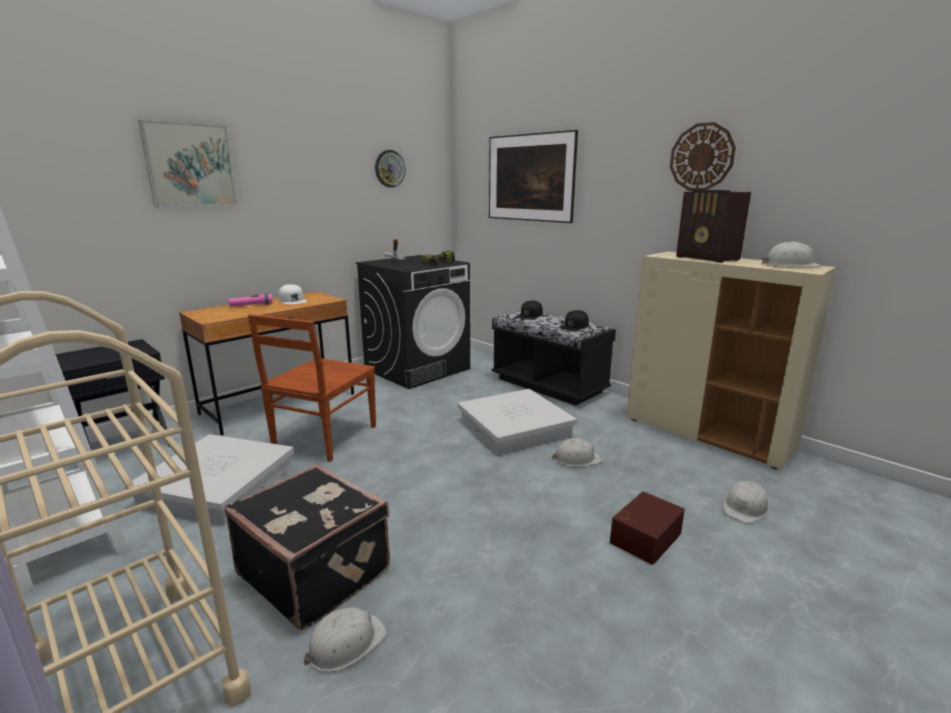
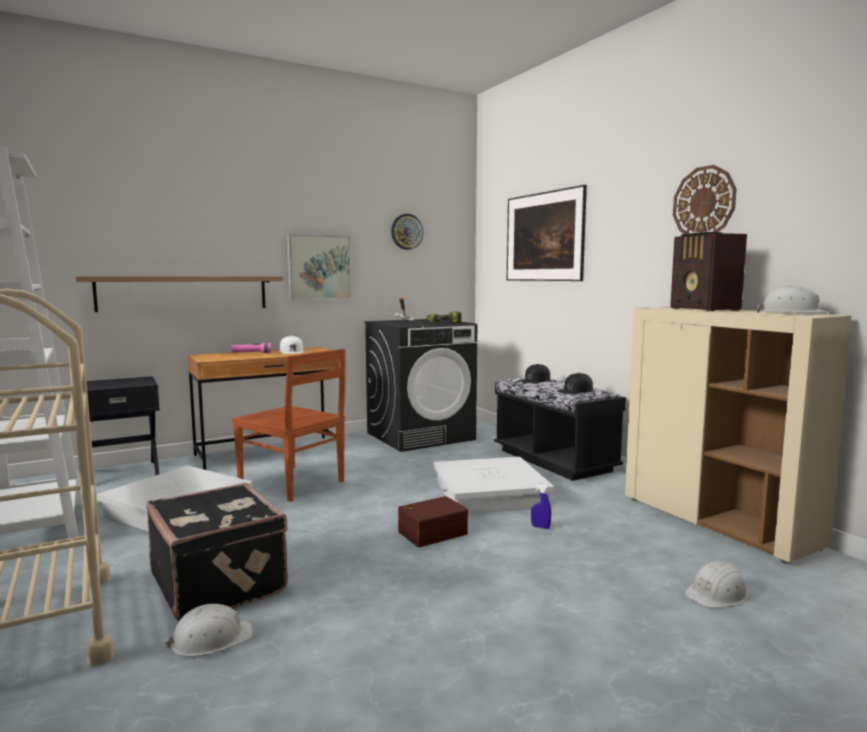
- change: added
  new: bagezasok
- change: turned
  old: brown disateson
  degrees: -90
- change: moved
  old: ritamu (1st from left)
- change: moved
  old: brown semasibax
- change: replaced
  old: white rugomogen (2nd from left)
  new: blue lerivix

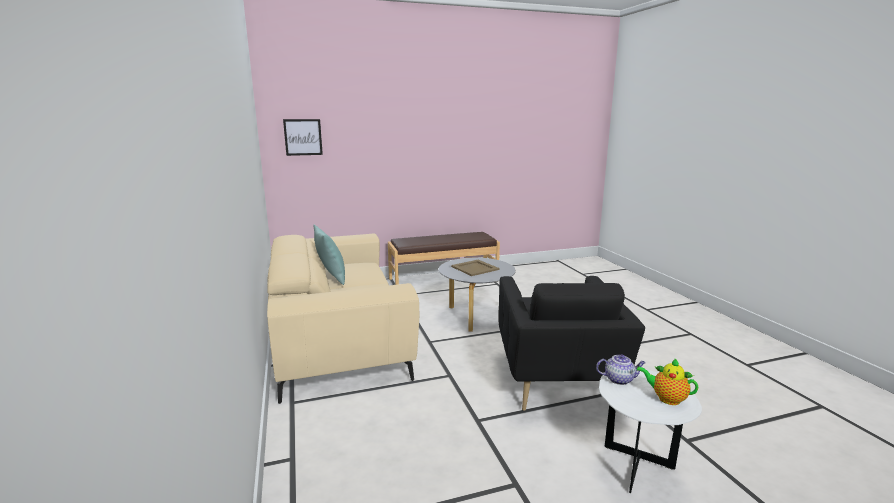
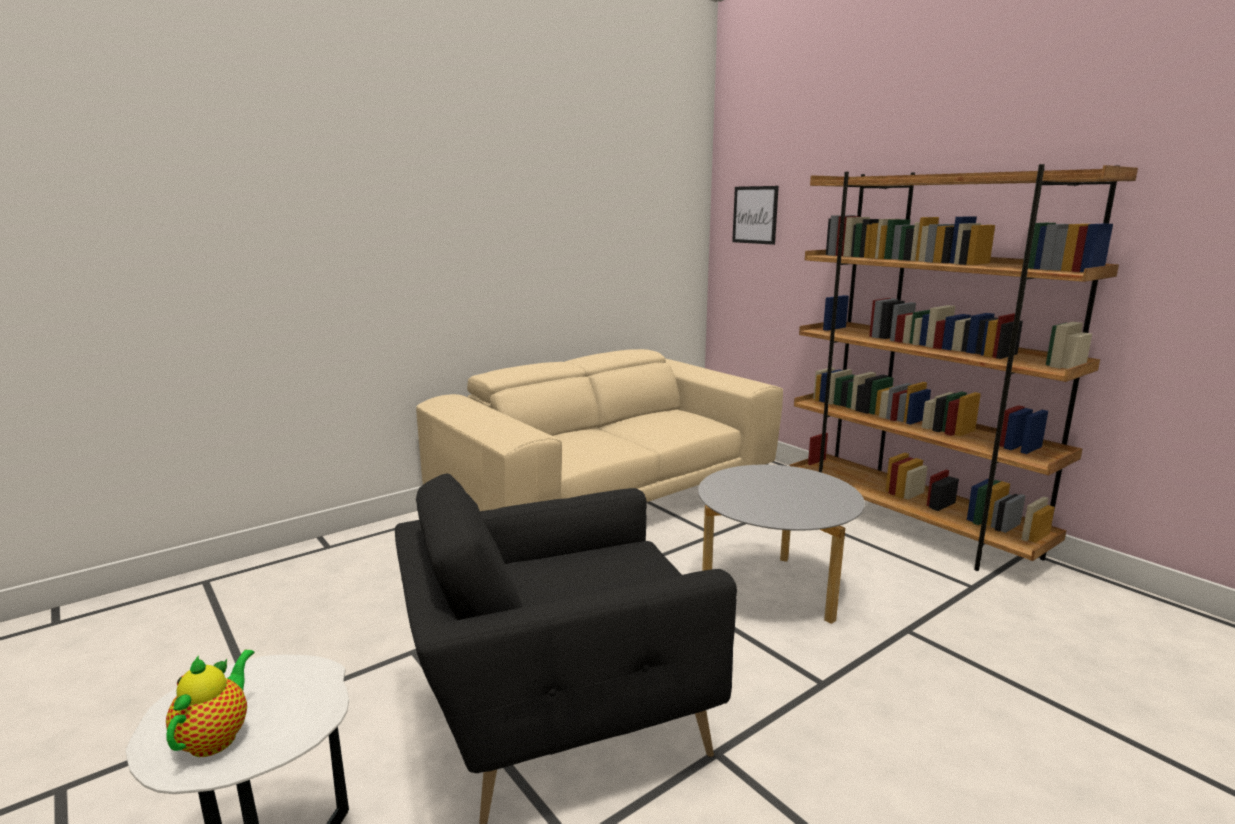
- change: replaced
  old: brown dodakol
  new: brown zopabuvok
- change: removed
  old: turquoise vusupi
- change: removed
  old: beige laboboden
- change: removed
  old: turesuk (1st from left)

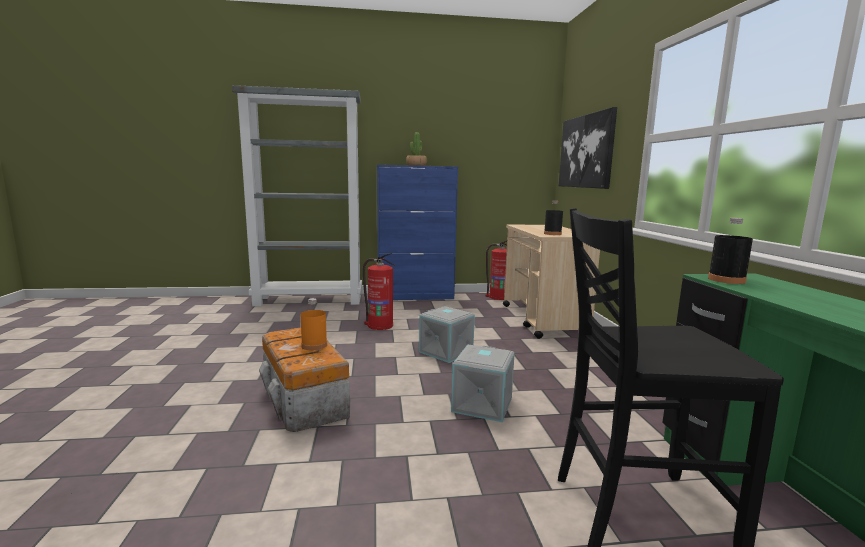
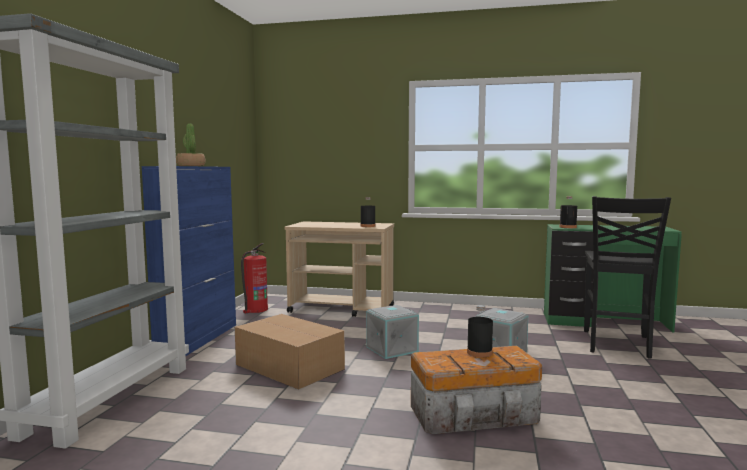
- change: replaced
  old: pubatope (1st from left)
  new: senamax
- change: recoloured
  old: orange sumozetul
  new: black sumozetul (2nd from left)
- change: removed
  old: ritamu

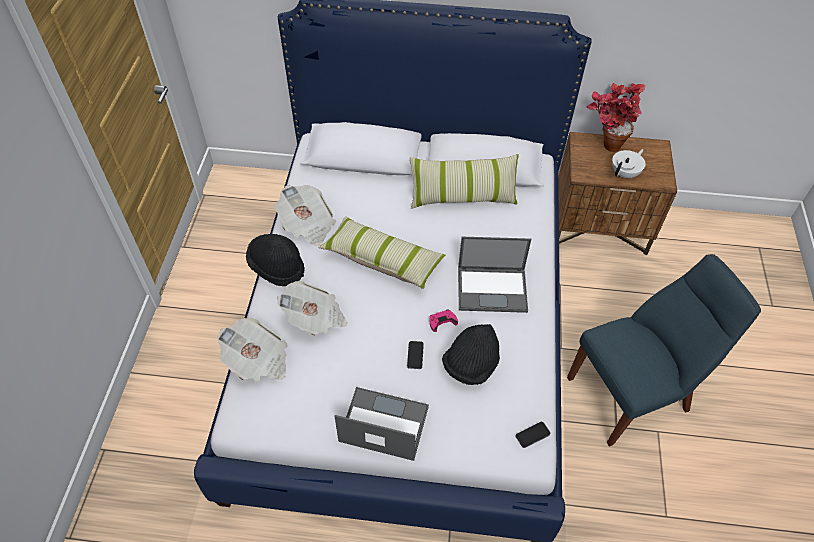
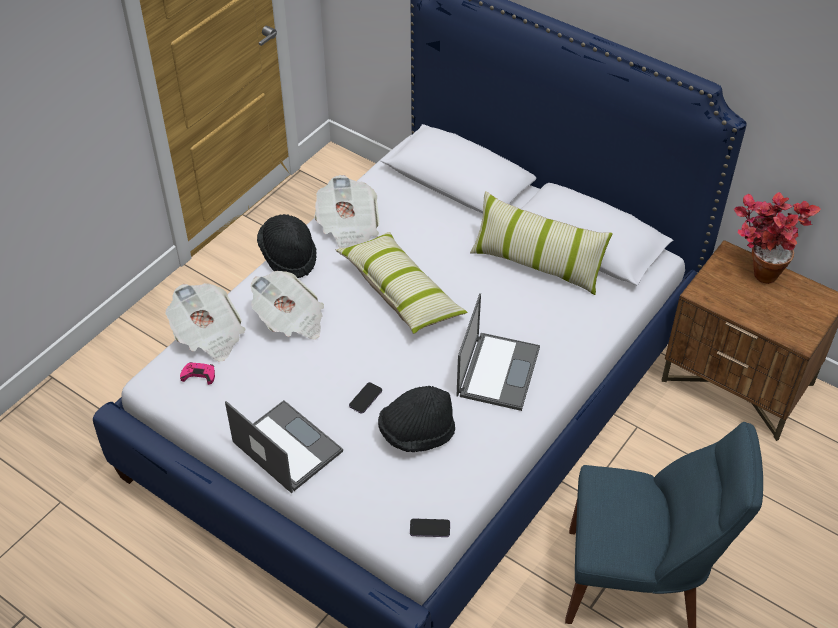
- change: moved
  old: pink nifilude
- change: turned
  old: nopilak (2nd from left)
  degrees: -105
- change: removed
  old: white turesuk

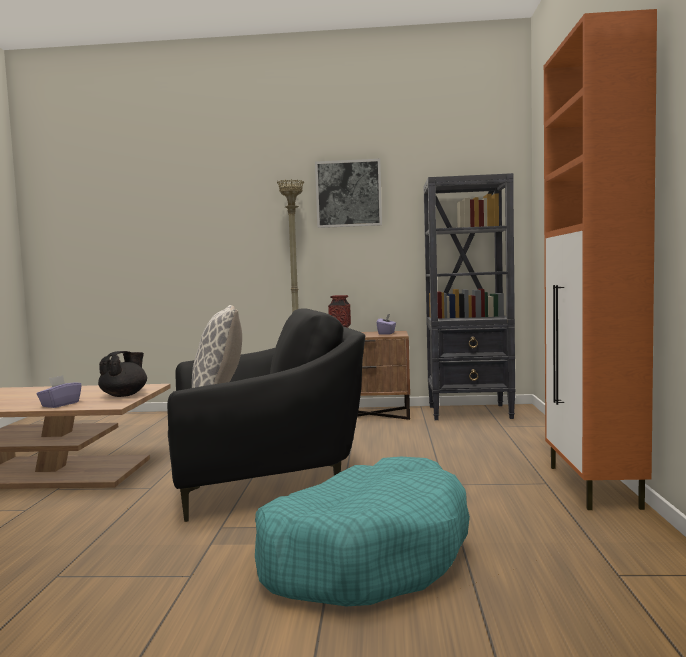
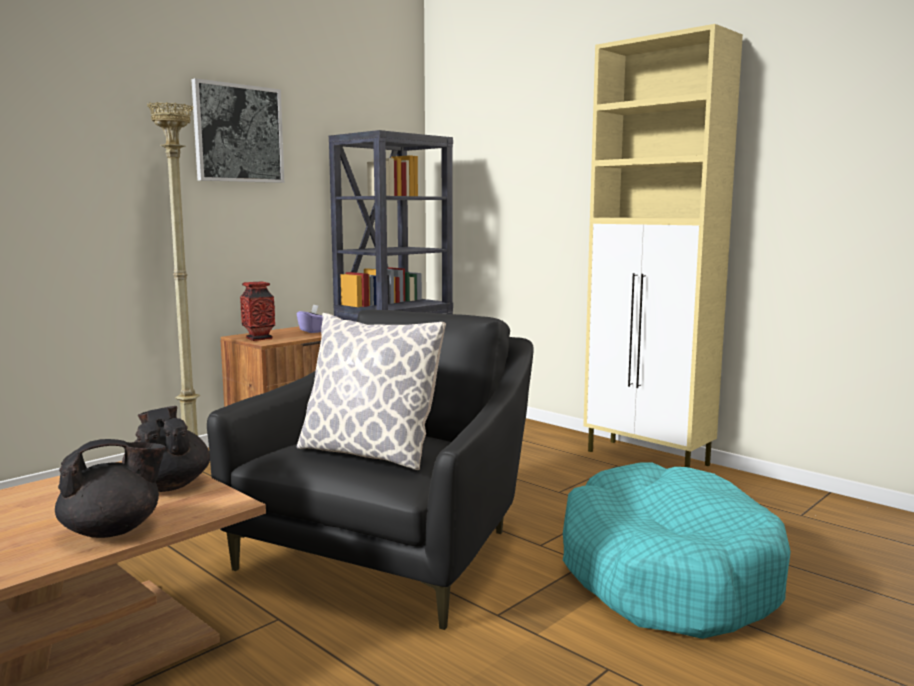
- change: replaced
  old: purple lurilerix (1st from left)
  new: black turesuk (1st from left)
- change: recoloured
  old: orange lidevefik
  new: beige lidevefik

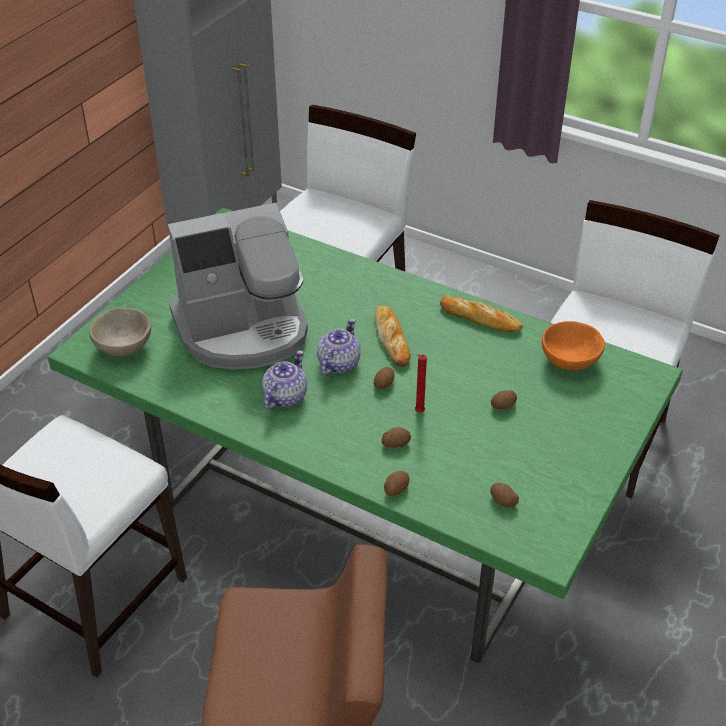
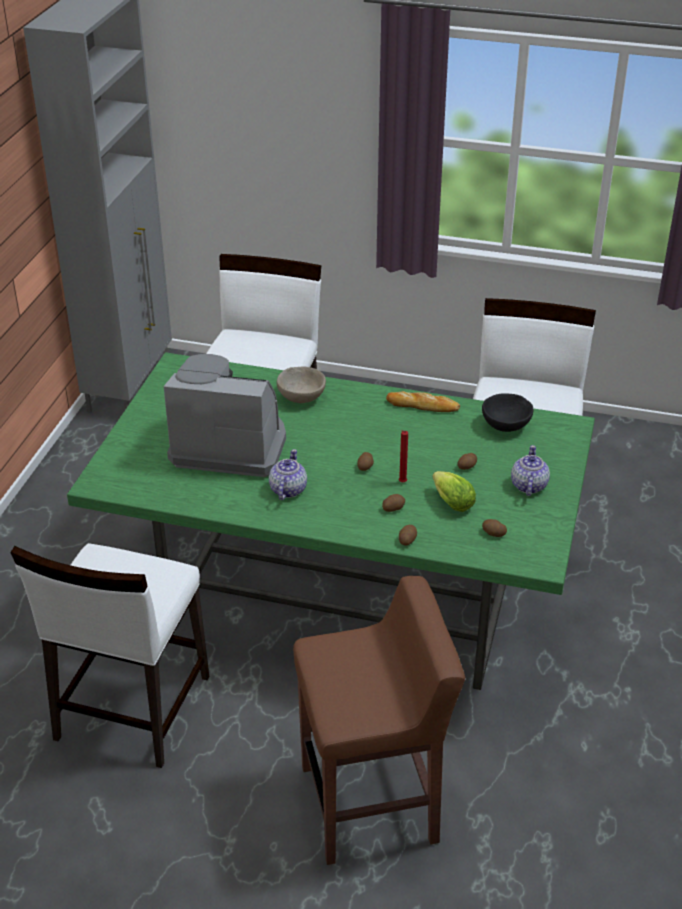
- change: turned
  old: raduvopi
  degrees: -135
- change: moved
  old: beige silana
- change: added
  new: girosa
- change: recoloured
  old: orange silana
  new: black silana
- change: moved
  old: turesuk (2nd from left)
- change: removed
  old: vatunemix (1st from left)

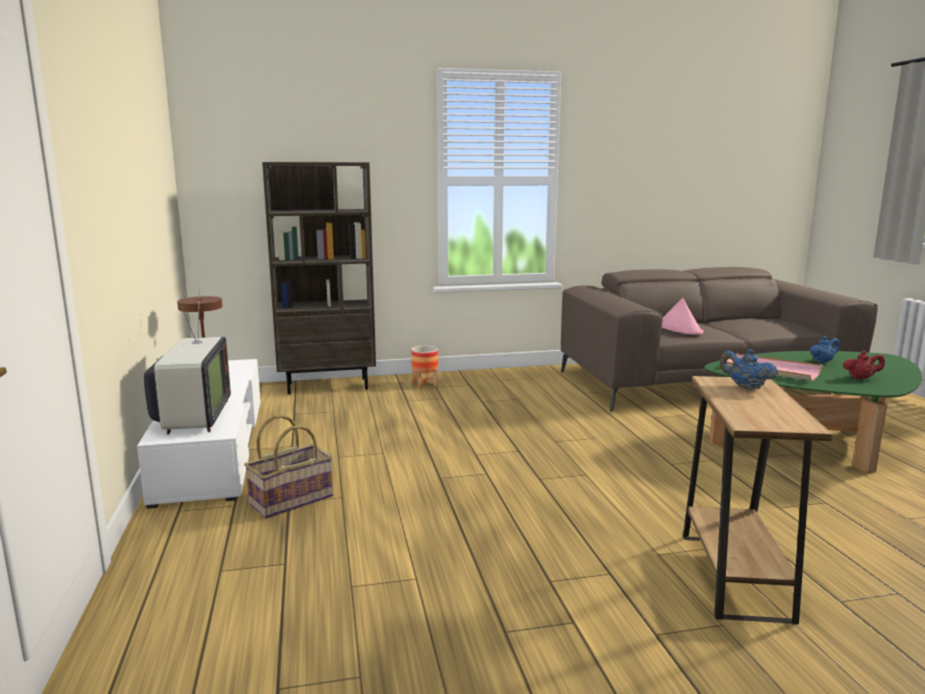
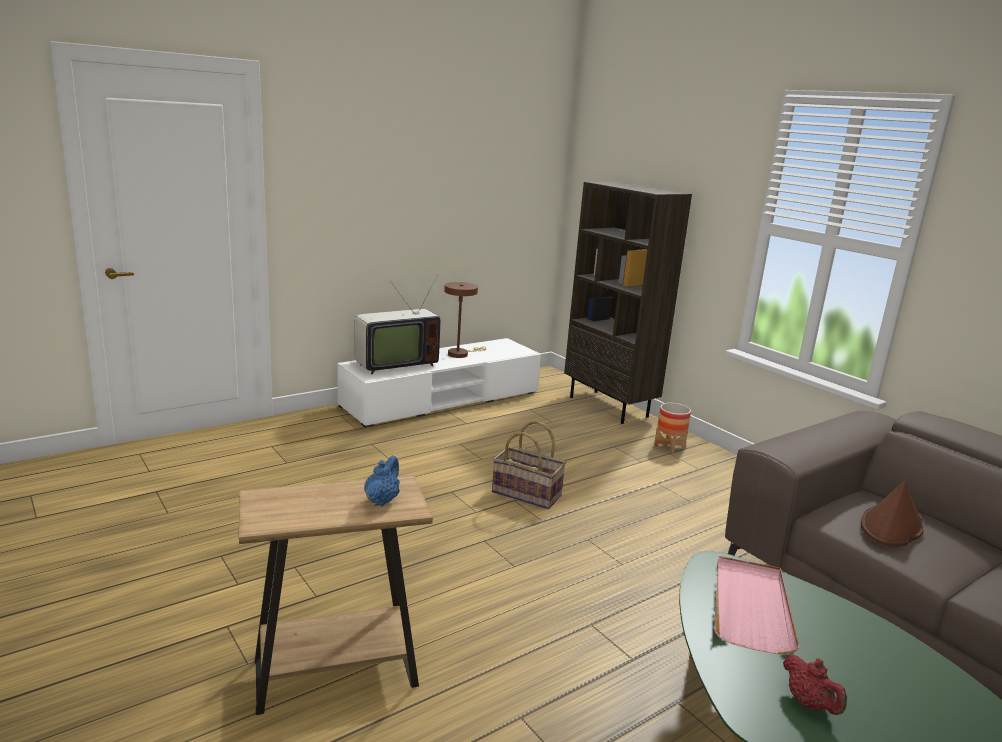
- change: moved
  old: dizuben
- change: recoloured
  old: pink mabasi
  new: brown mabasi
- change: removed
  old: blue turesuk (2nd from left)

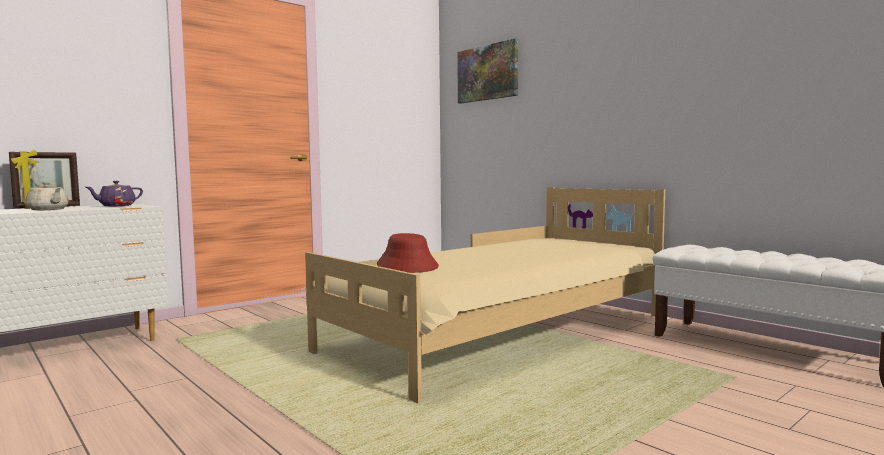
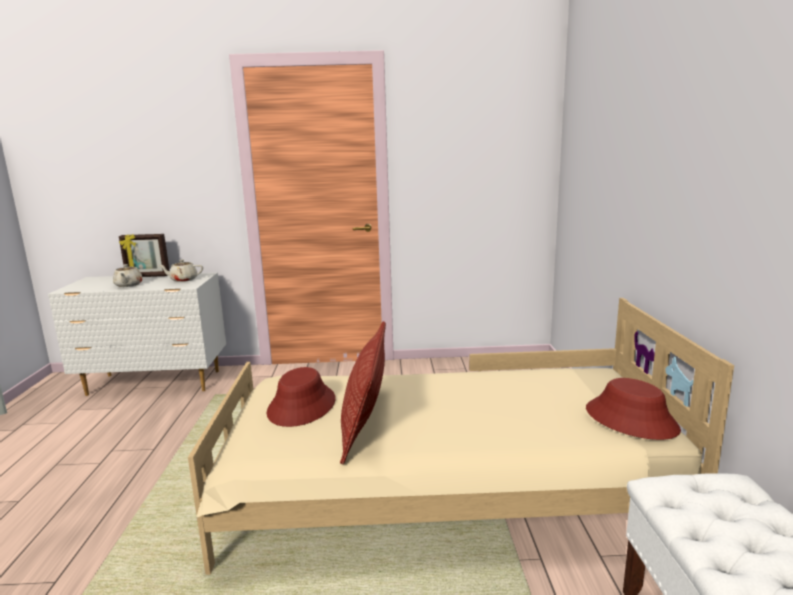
- change: recoloured
  old: purple turesuk
  new: beige turesuk (2nd from left)
- change: added
  new: vusupi
- change: added
  new: red mabasi (2nd from left)
- change: removed
  old: ritamu

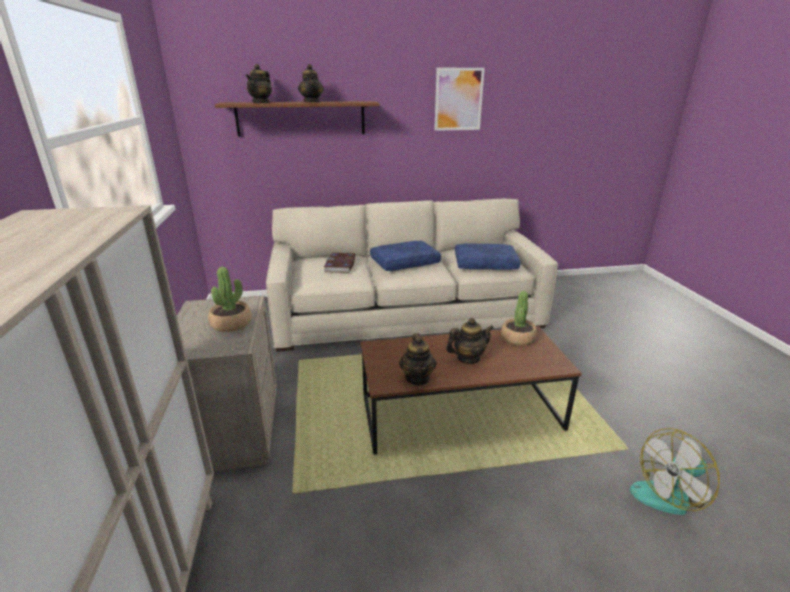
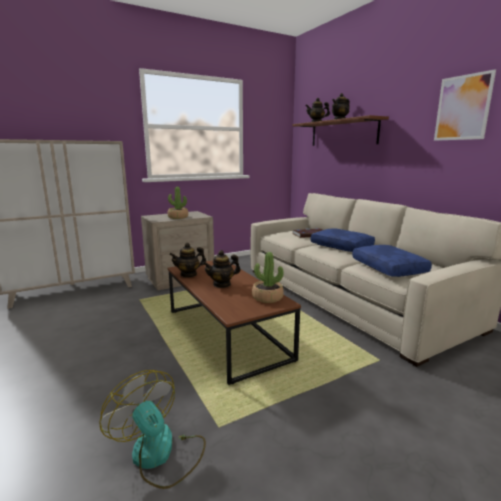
- change: turned
  old: turesuk (4th from left in the first image)
  degrees: 105

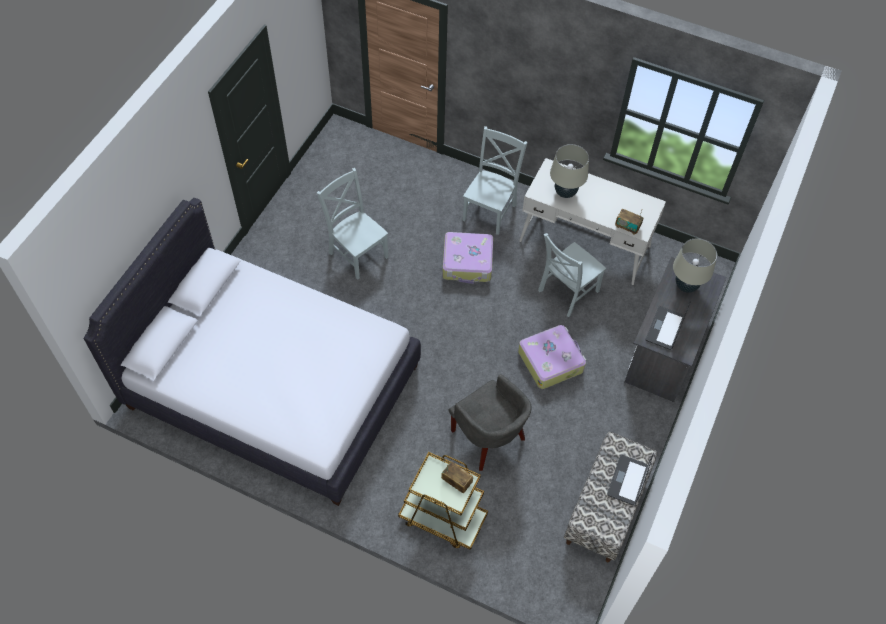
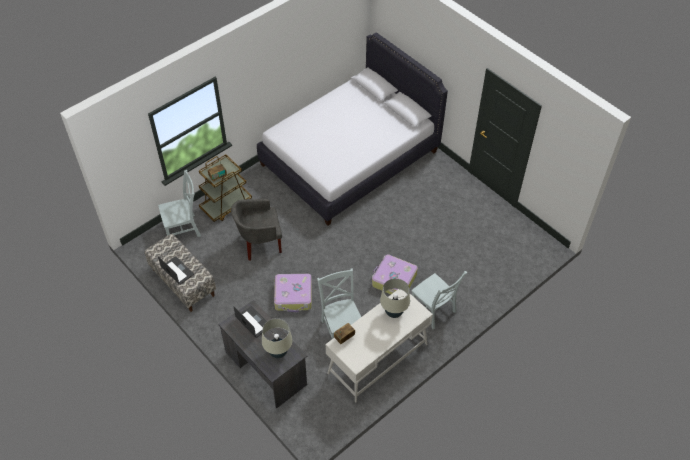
- change: moved
  old: grey disateson (1st from left)

